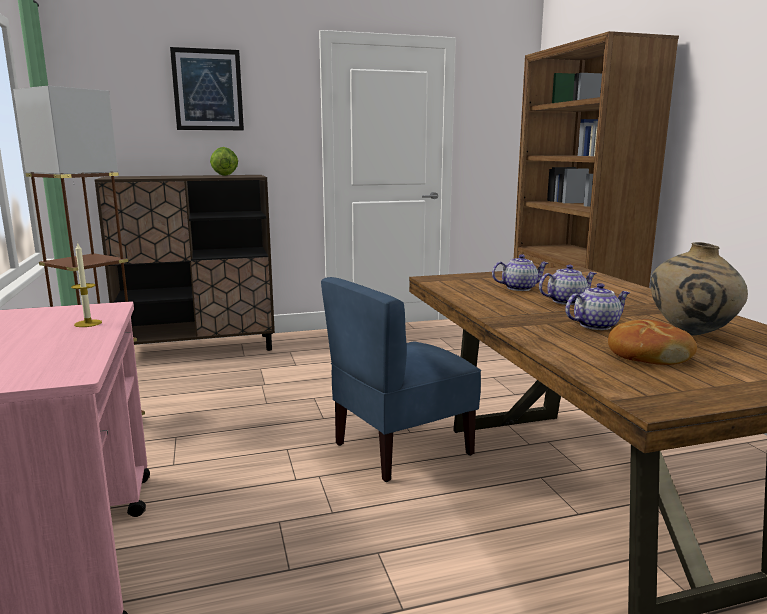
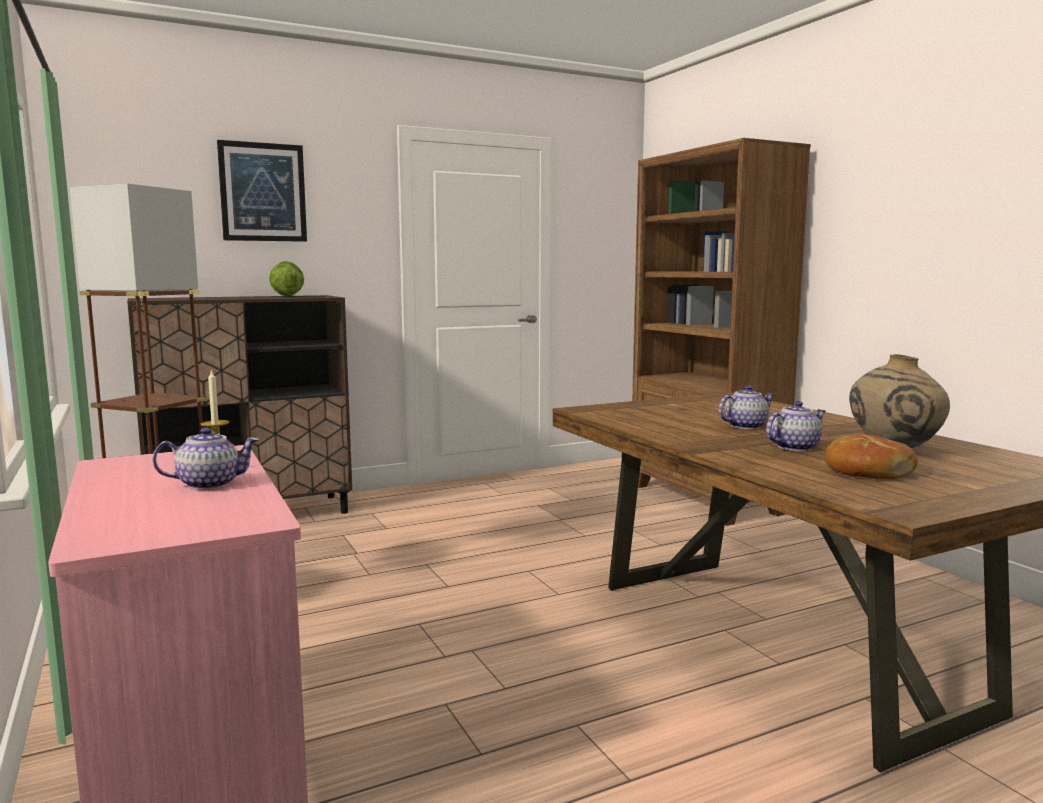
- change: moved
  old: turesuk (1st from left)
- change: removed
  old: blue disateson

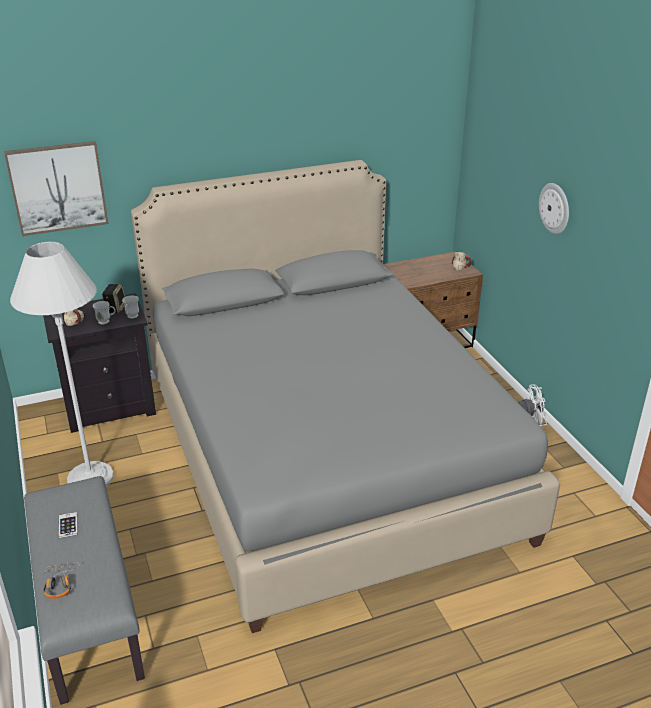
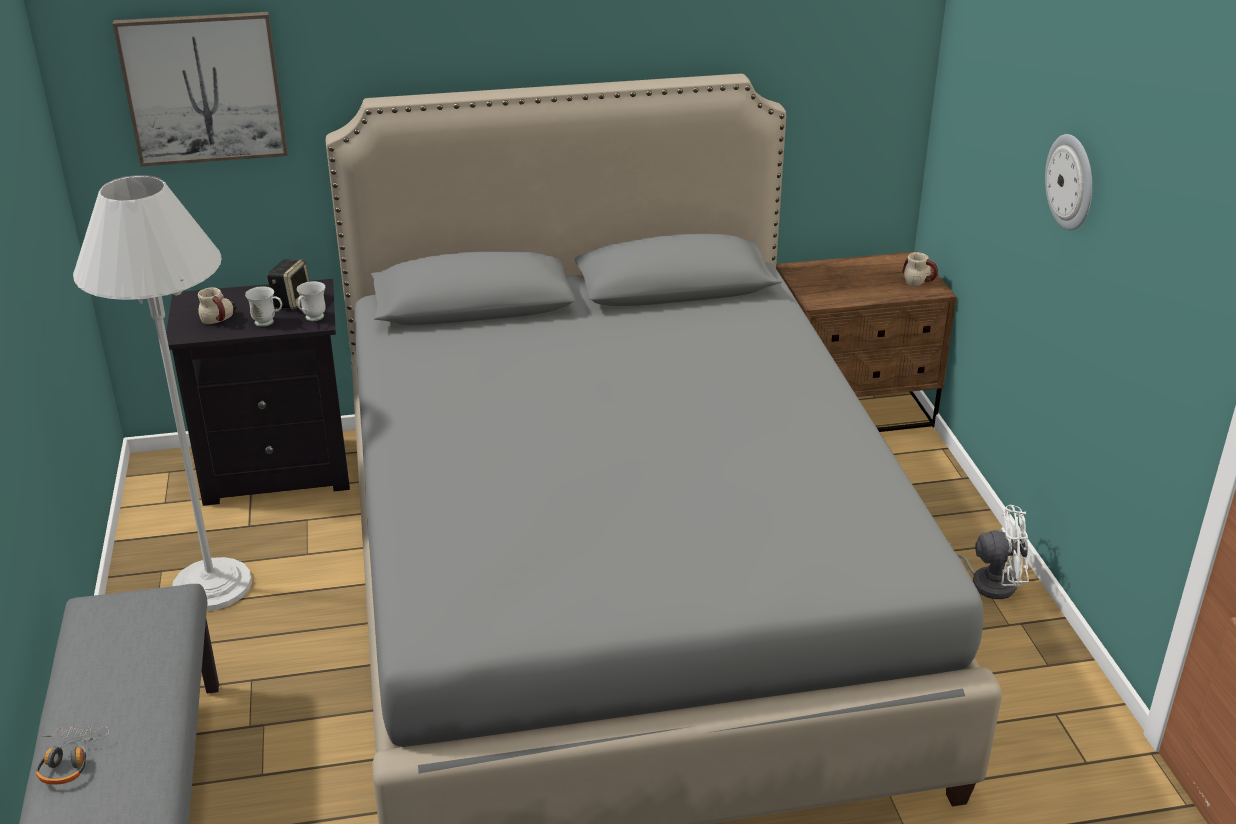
- change: removed
  old: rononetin

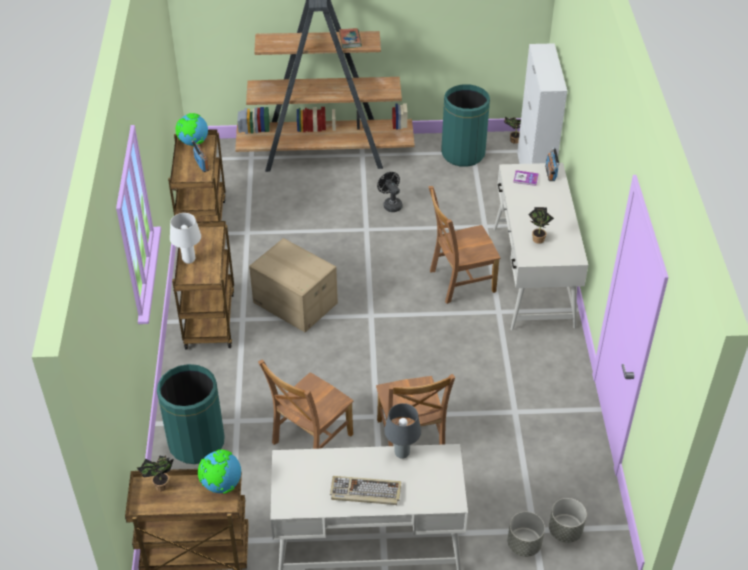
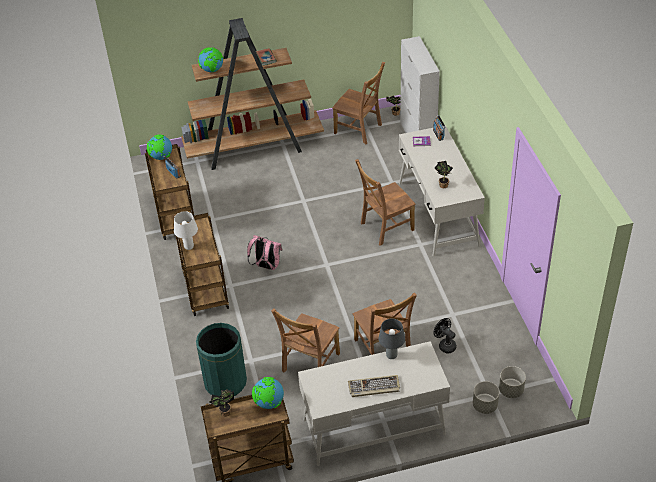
- change: added
  new: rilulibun (2nd from left)
- change: replaced
  old: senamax
  new: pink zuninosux
- change: replaced
  old: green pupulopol (2nd from left)
  new: brown disateson (2nd from left)
- change: moved
  old: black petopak

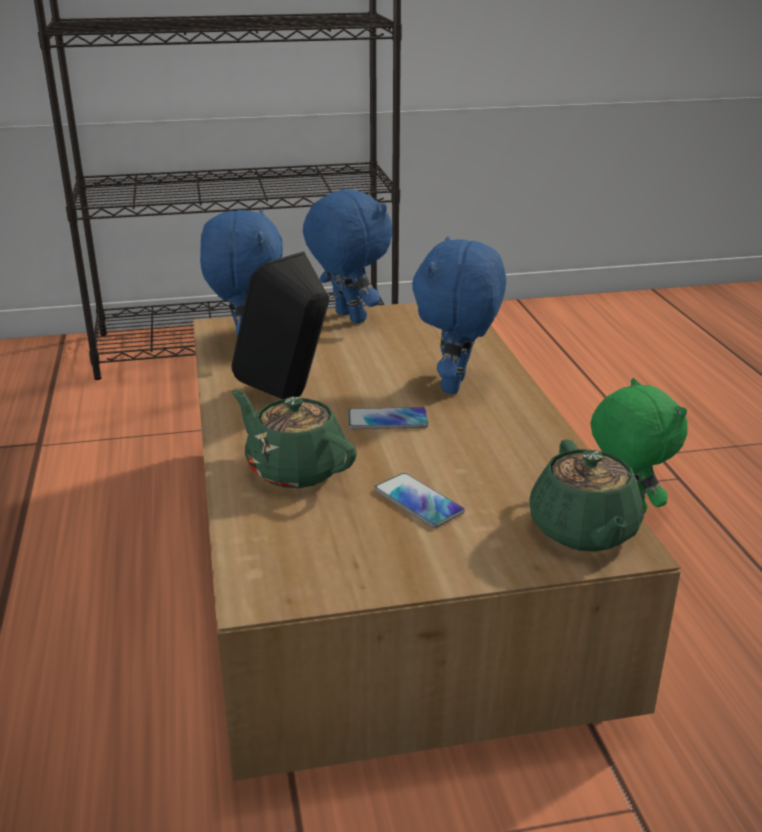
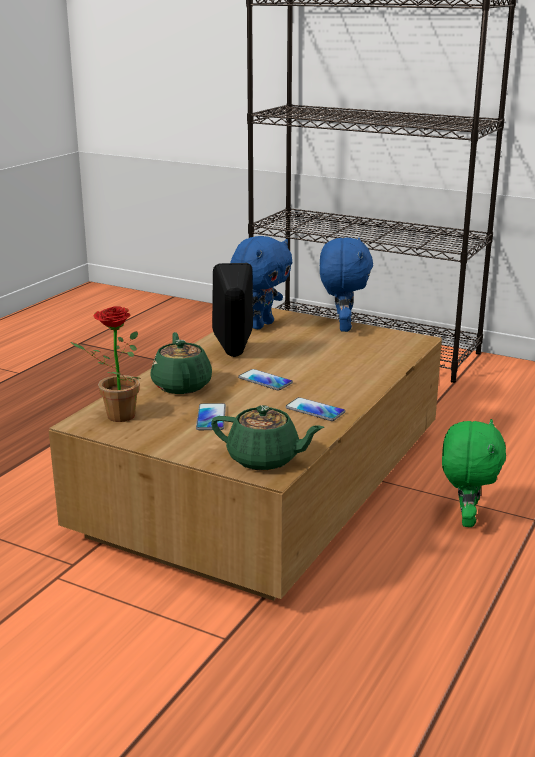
- change: added
  new: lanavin
- change: turned
  old: green turesuk (2nd from left)
  degrees: -105
- change: added
  new: rononetin (3rd from left)
- change: removed
  old: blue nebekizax (3rd from left)

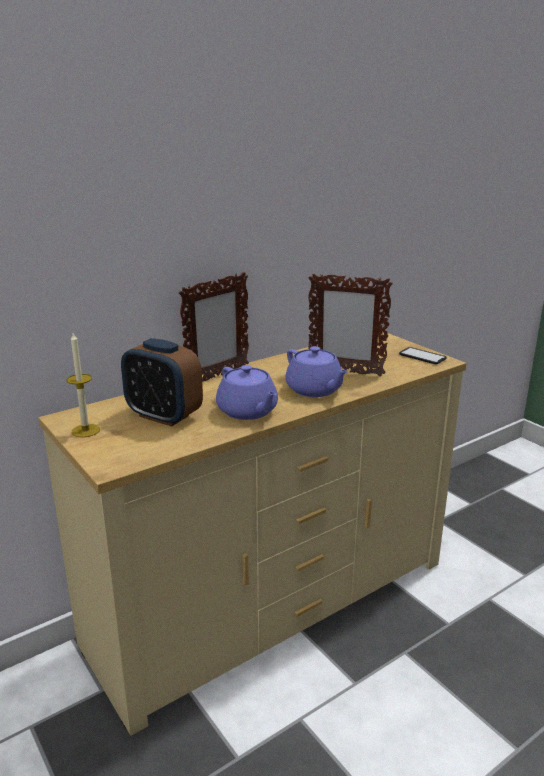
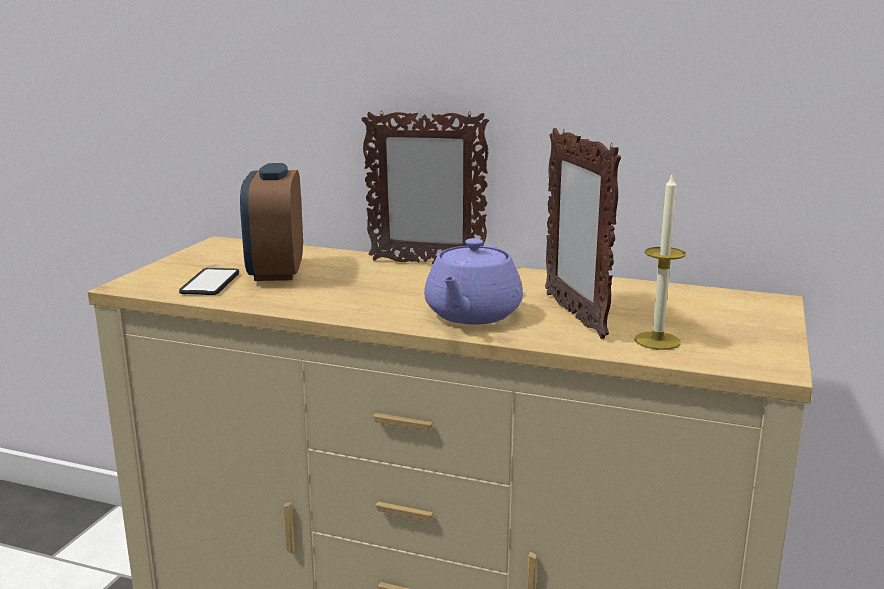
- change: moved
  old: rononetin
- change: moved
  old: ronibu
- change: removed
  old: purple turesuk (1st from left)

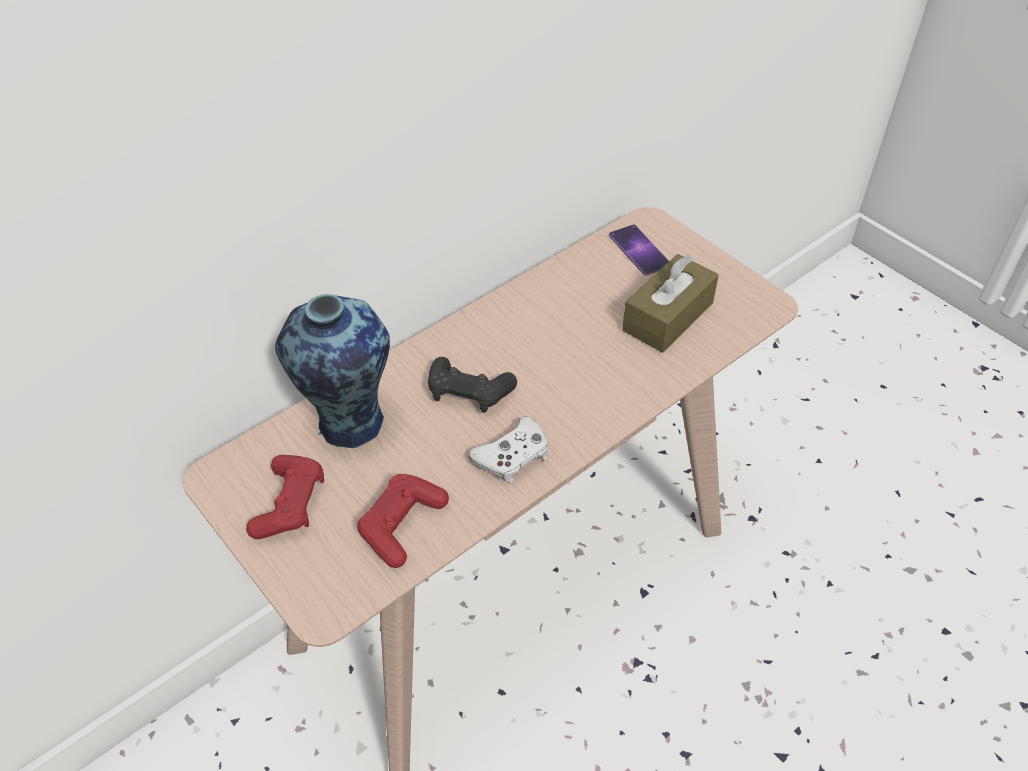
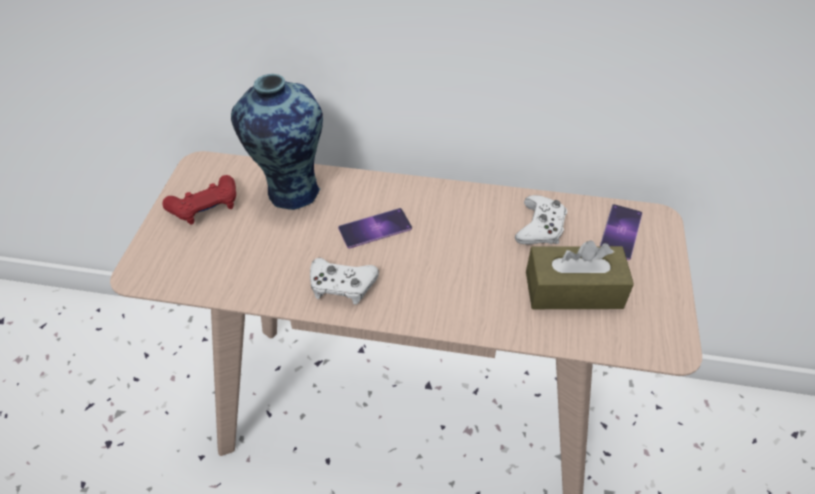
- change: replaced
  old: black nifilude
  new: rononetin (1st from left)
- change: added
  new: white nifilude (2nd from left)
- change: removed
  old: red nifilude (2nd from left)

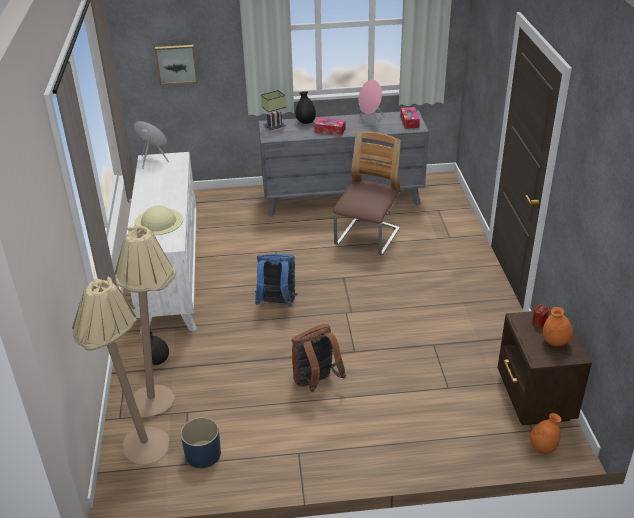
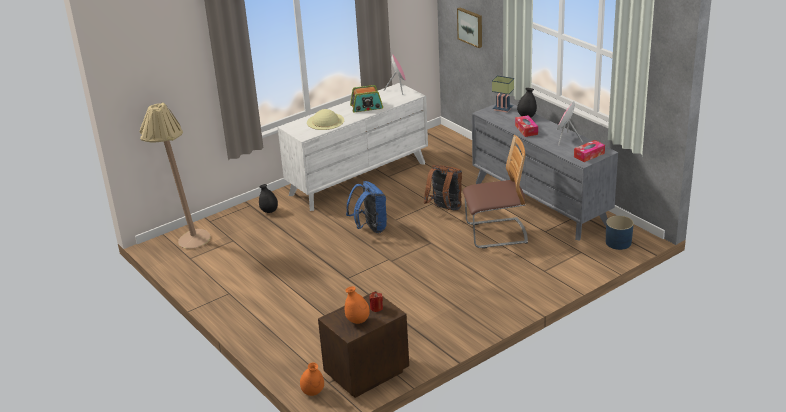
- change: added
  new: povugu
- change: moved
  old: brown zuninosux
- change: moved
  old: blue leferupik
- change: removed
  old: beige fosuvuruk (2nd from left)

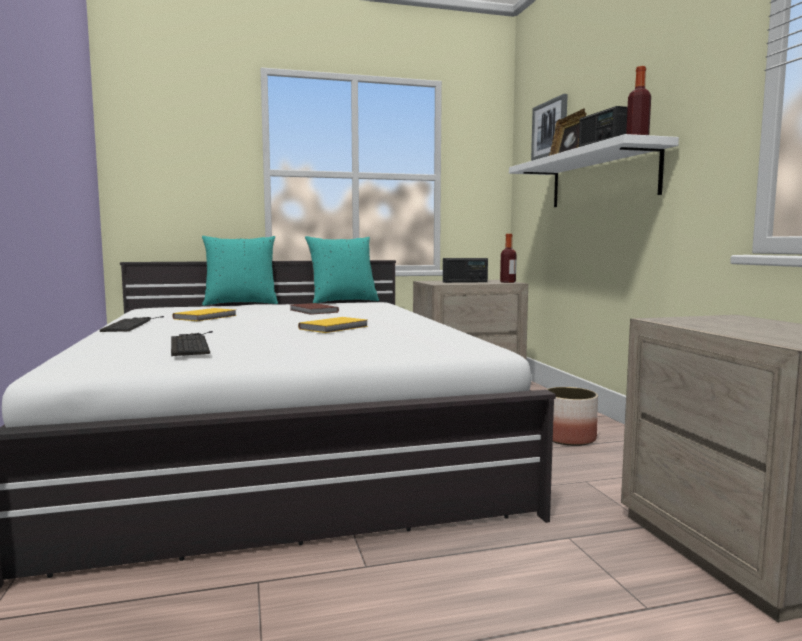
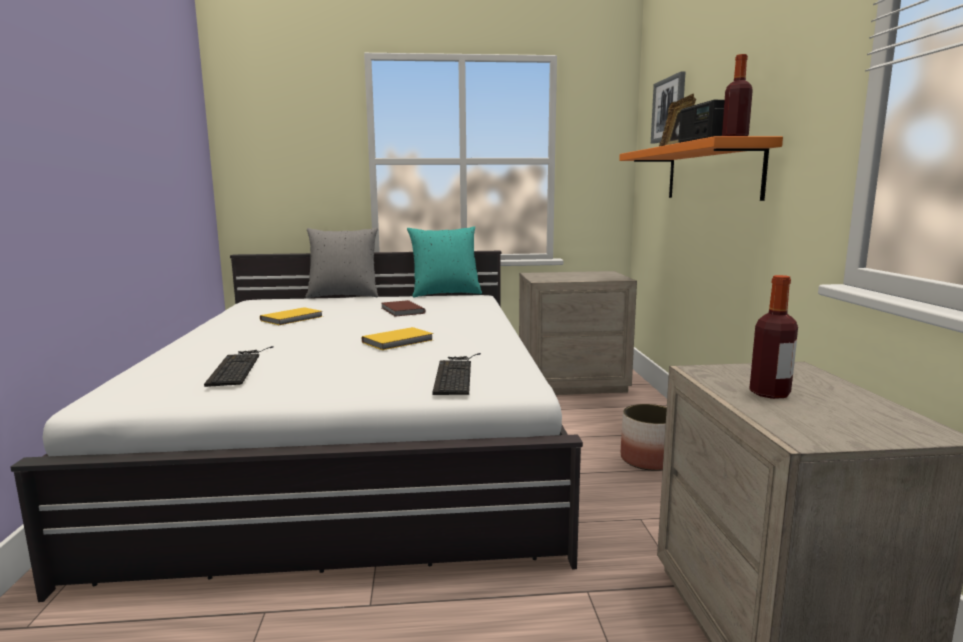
- change: recoloured
  old: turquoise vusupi (1st from left)
  new: grey vusupi
- change: moved
  old: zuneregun (1st from left in the first image)
  new: zuneregun (2nd from left)
- change: recoloured
  old: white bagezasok
  new: orange bagezasok
- change: moved
  old: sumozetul (1st from left in the first image)
  new: sumozetul (2nd from left)
- change: removed
  old: povugu (1st from left)

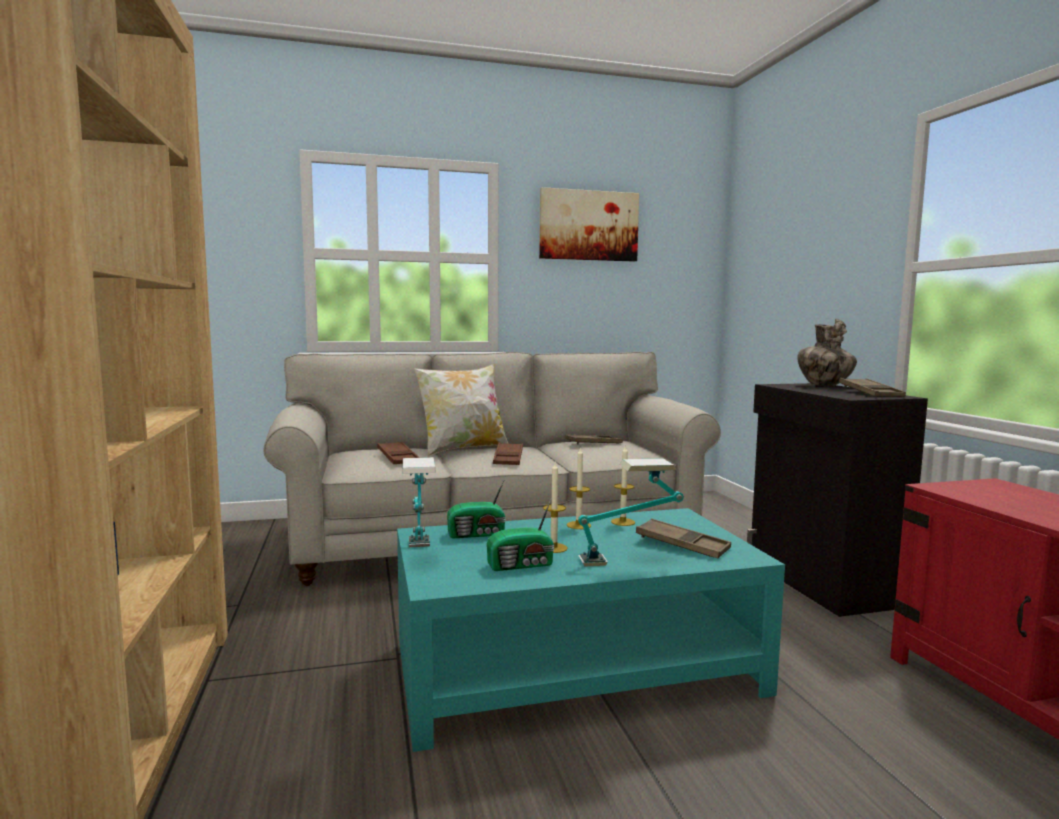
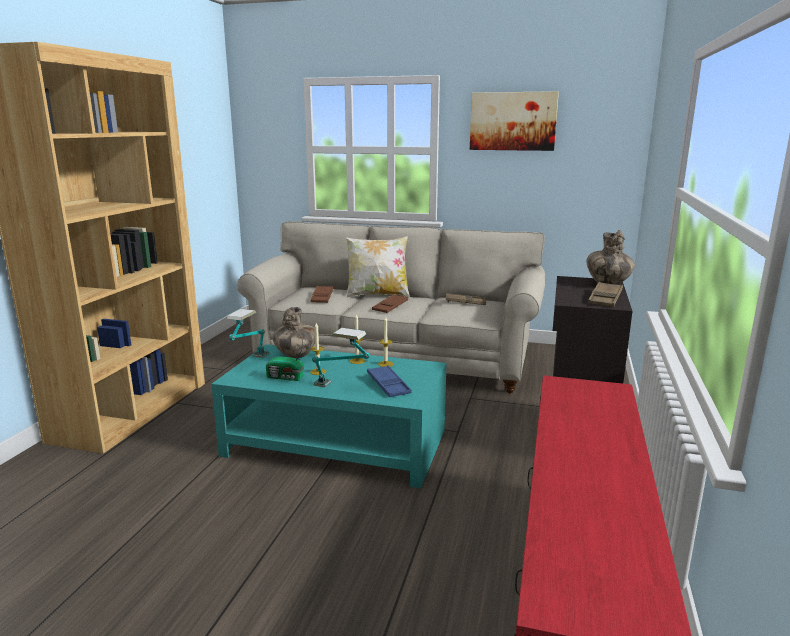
- change: replaced
  old: povugu (1st from left)
  new: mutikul (1st from left)
- change: recoloured
  old: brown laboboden (4th from left)
  new: blue laboboden

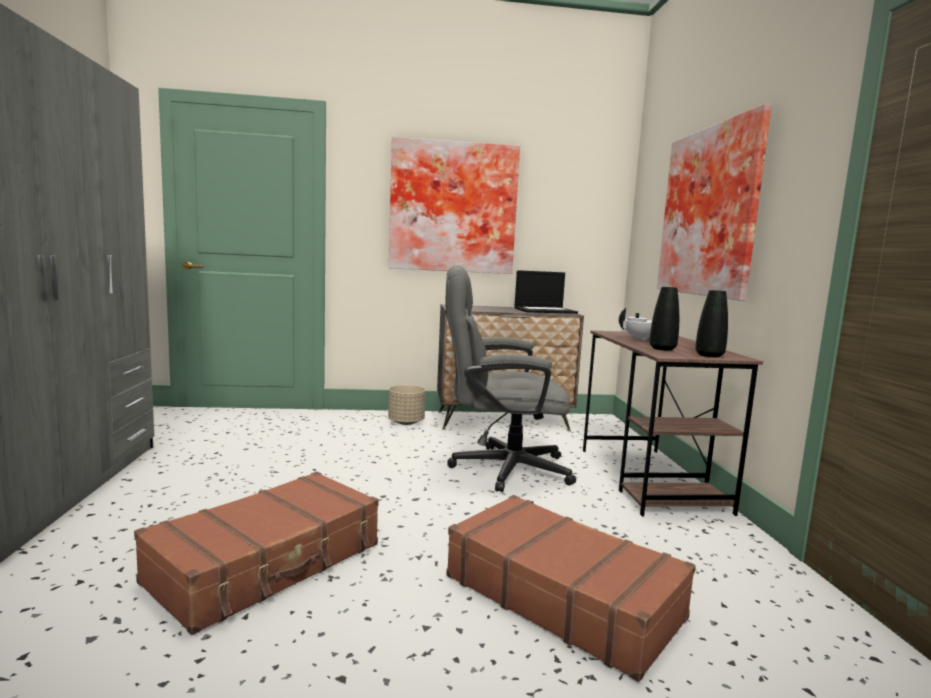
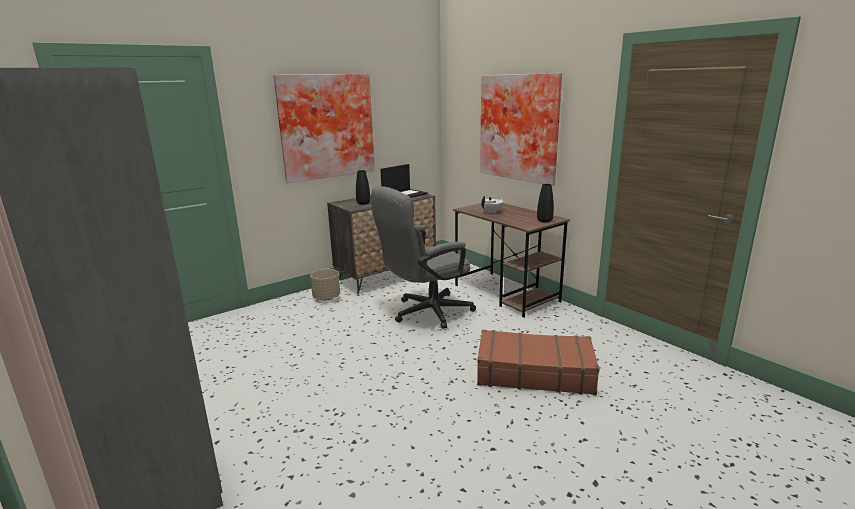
- change: moved
  old: black mutikul (1st from left)
- change: removed
  old: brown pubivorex (1st from left)

